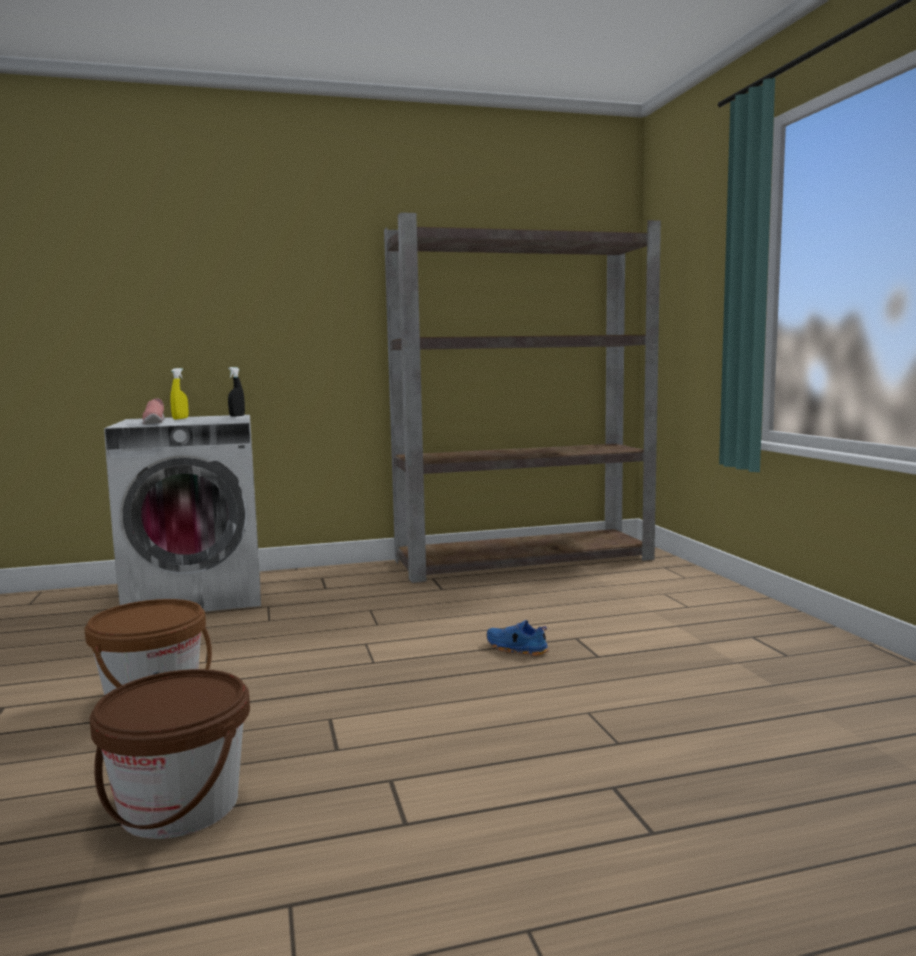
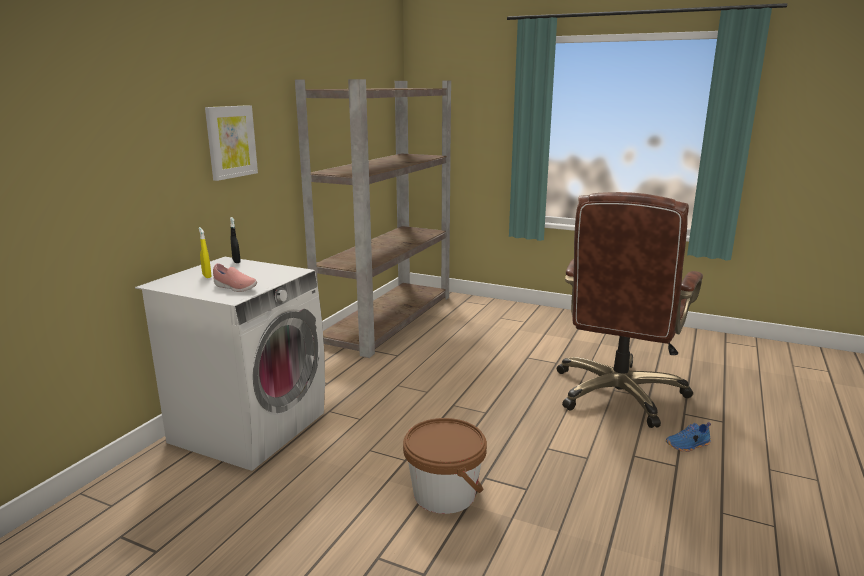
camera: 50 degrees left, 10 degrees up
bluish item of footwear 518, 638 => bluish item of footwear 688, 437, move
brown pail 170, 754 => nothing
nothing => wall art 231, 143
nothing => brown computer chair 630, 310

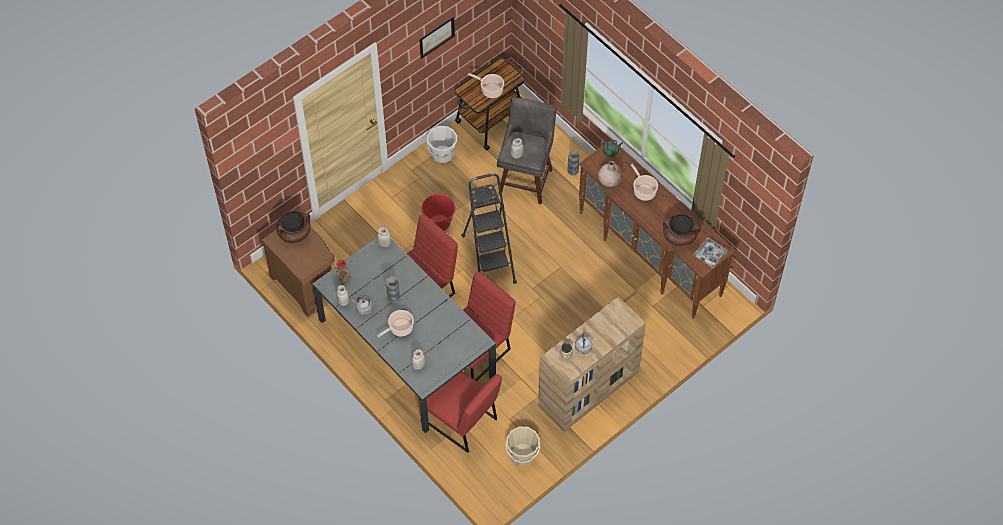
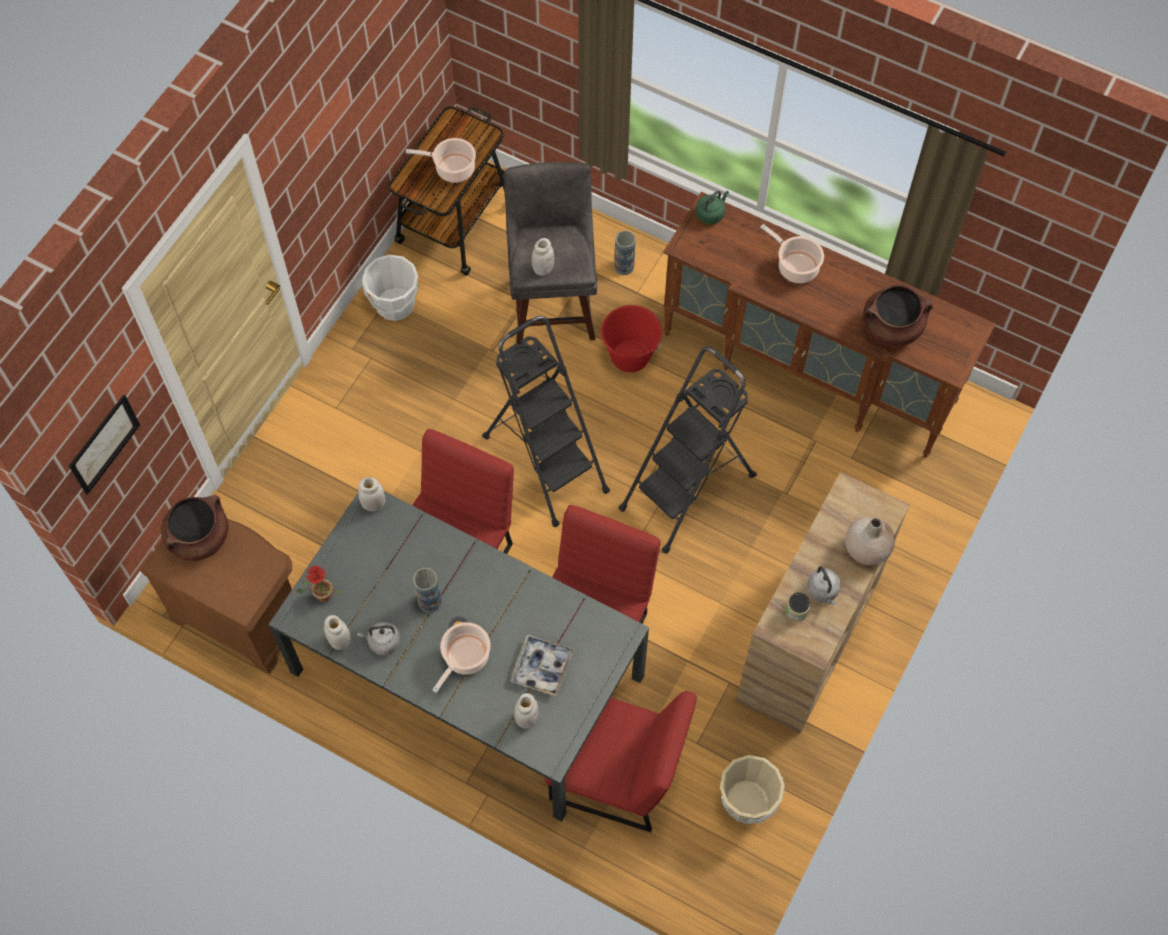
camera: 20 degrees left, 5 degrees up
wall art 437, 37 => wall art 104, 445, move
beige vase 610, 174 => beige vase 870, 541, move
red pail 438, 212 => red pail 631, 338, move
carrying tray 711, 252 => carrying tray 542, 665, move
nothing => stepladder 688, 450

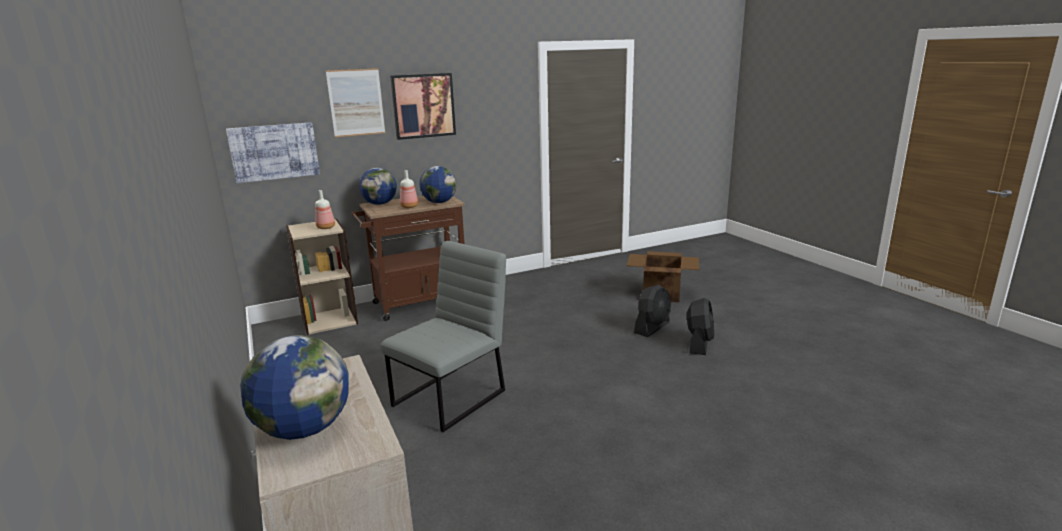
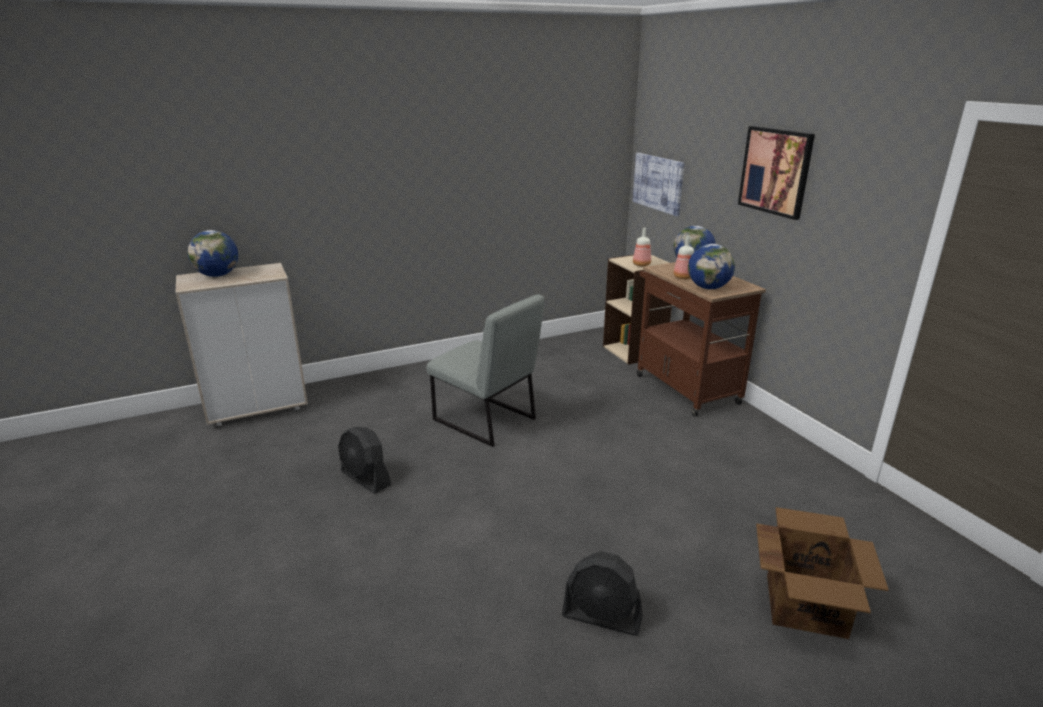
camera: 90 degrees right, 5 degrees up
wall art 355, 102 => nothing
black fan 652, 311 => black fan 364, 460, move

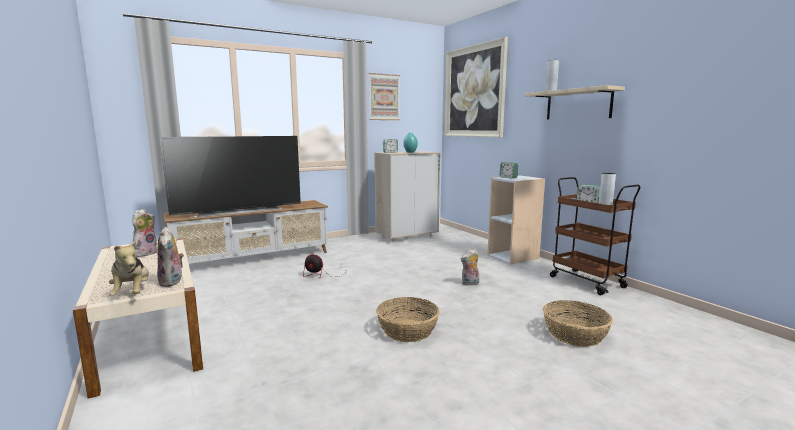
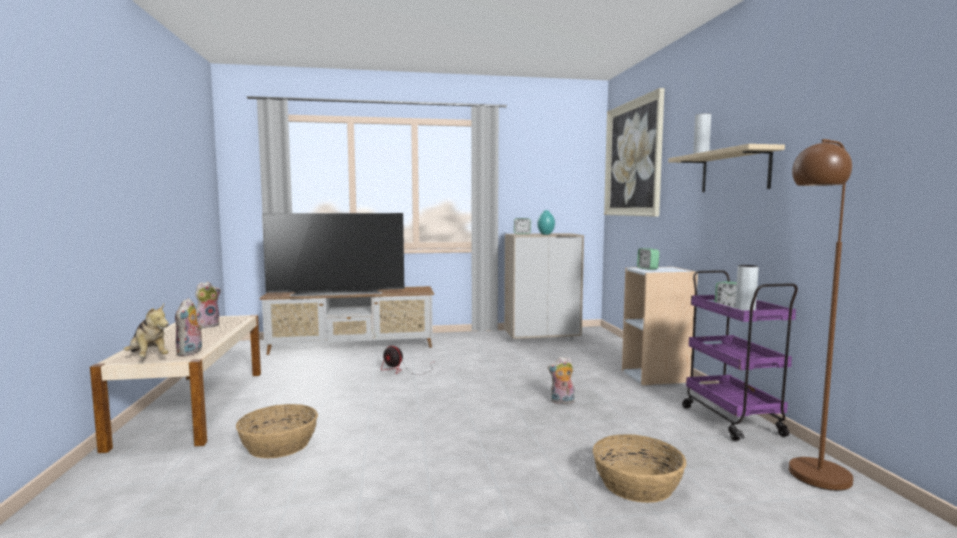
camera: 20 degrees right, 5 degrees down
wall art 384, 96 => nothing
brown wheeled cart 595, 236 => purple-coloured wheeled cart 740, 355
soft toy 129, 267 => soft toy 146, 330, 45 degrees counterclockwise
storage basket 408, 319 => storage basket 277, 431, move
nothing => brown floor lamp 821, 315

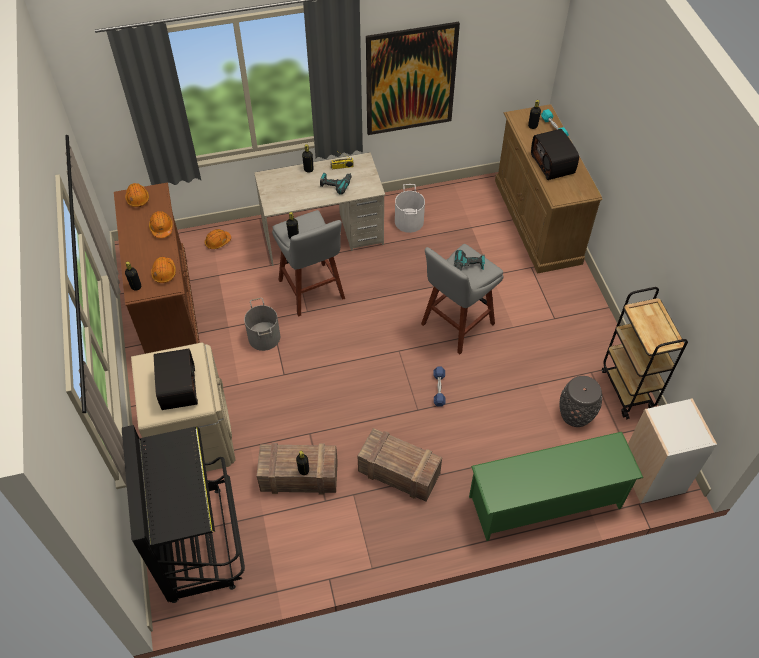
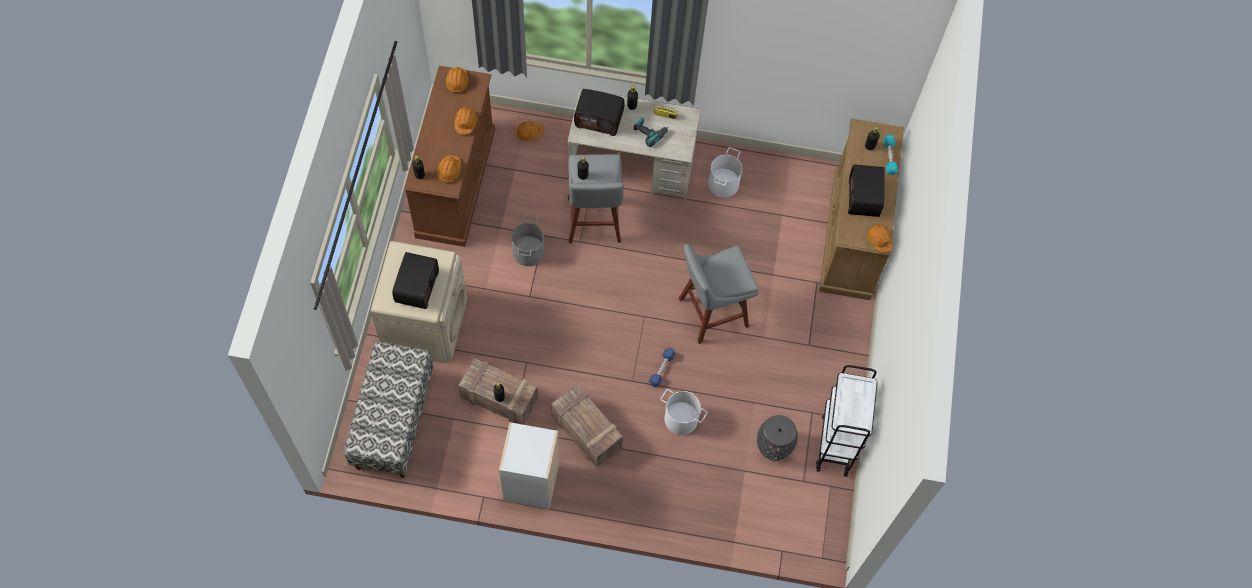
camera: 20 degrees right, 10 degrees up
wall art 413, 78 => nothing
power drill 469, 260 => nothing
brown wheeled cart 645, 353 => white wheeled cart 847, 421
shelving unit 672, 450 => shelving unit 529, 465, move
black shoe rack 183, 514 => bench 389, 410
green-coloured shoe rack 556, 486 => nothing
nothing => radio receiver 599, 112
nothing => orange-coloured safety helmet 880, 238
nothing => white pail 684, 412

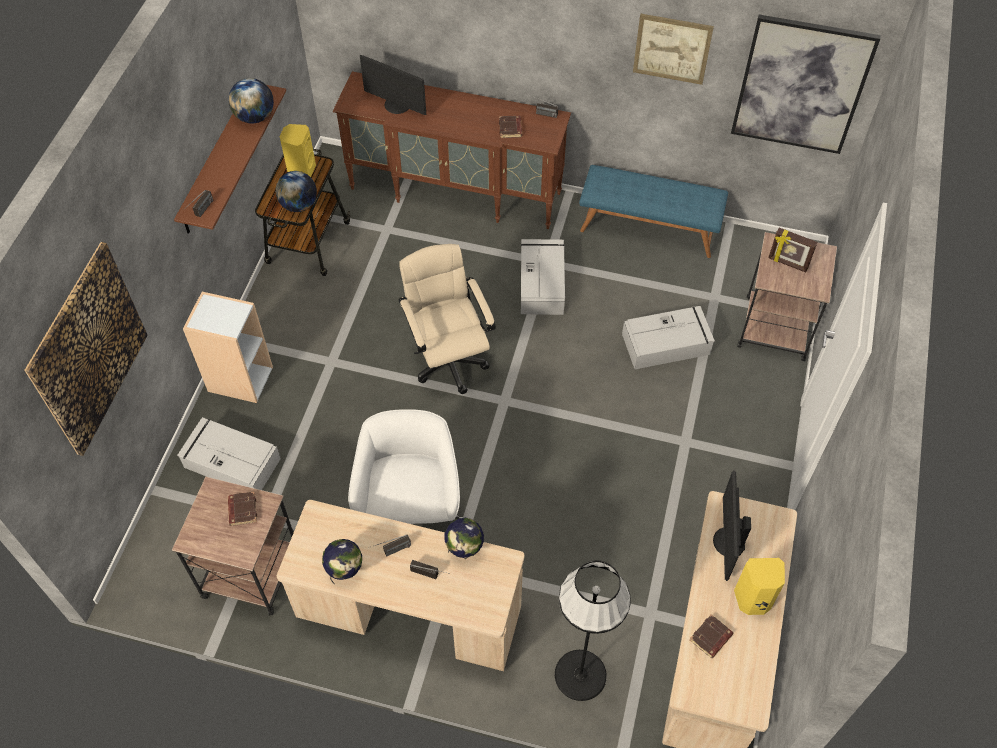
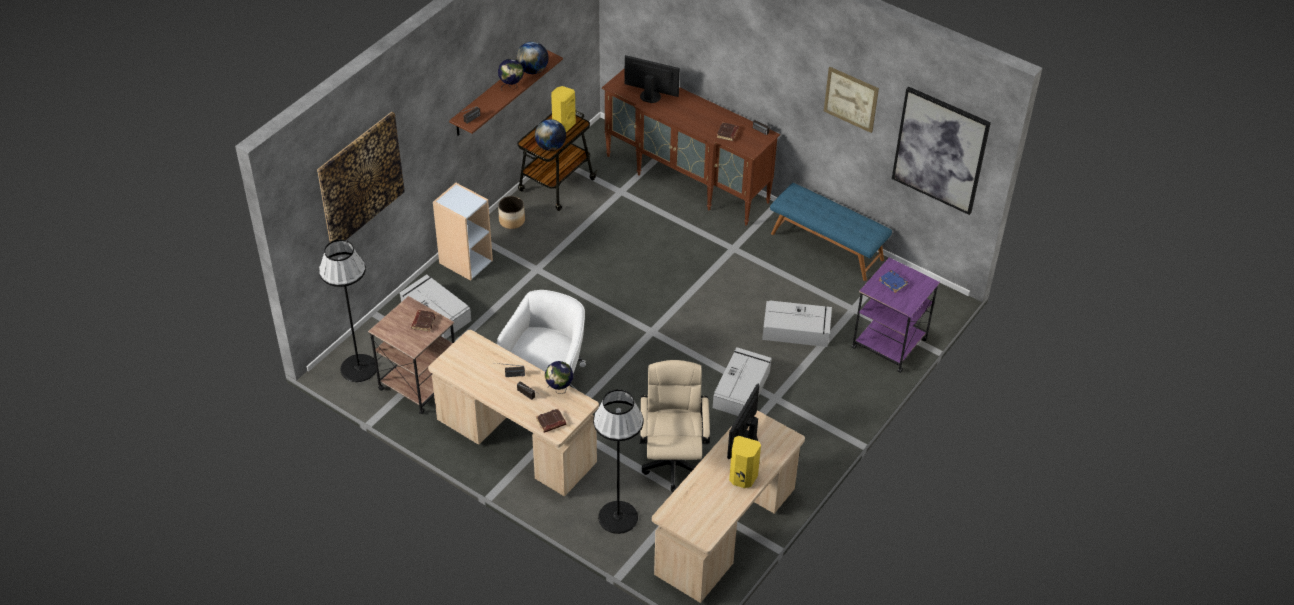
camera: 20 degrees right, 10 degrees down
monitor 393, 85 => monitor 652, 79, 150 degrees clockwise
photo frame 793, 250 => bluish bound book 893, 281
brown wheeled cart 787, 296 => purple-coloured wheeled cart 895, 315
greyish storage container 543, 277 => greyish storage container 742, 381, move
beige computer chair 447, 319 => beige computer chair 674, 426, move
globe 342, 561 => globe 511, 74, move
brown bound book 711, 636 => brown bound book 551, 421, move
nothing => planter 511, 212
nothing => black floor lamp 347, 310

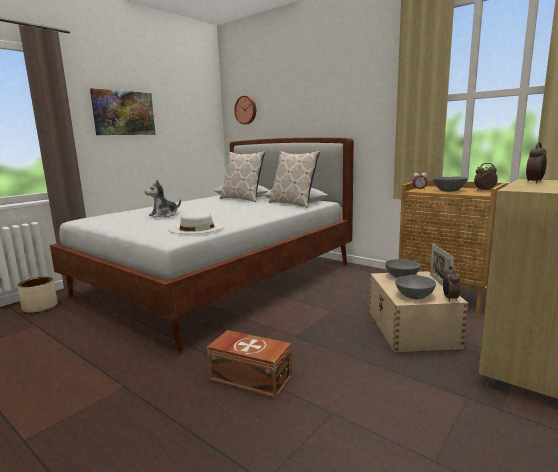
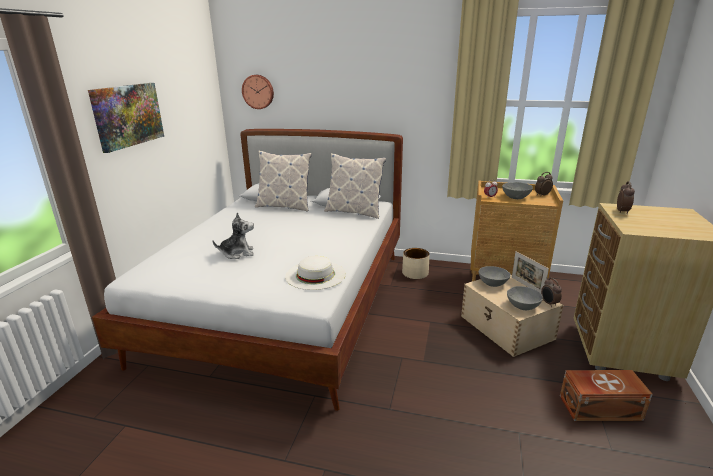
camera: 25 degrees left, 10 degrees up
soft toy 163, 199 => soft toy 233, 235, 135 degrees counterclockwise
beige planter 37, 295 => beige planter 416, 263, move
brown storage container 249, 364 => brown storage container 606, 395, move

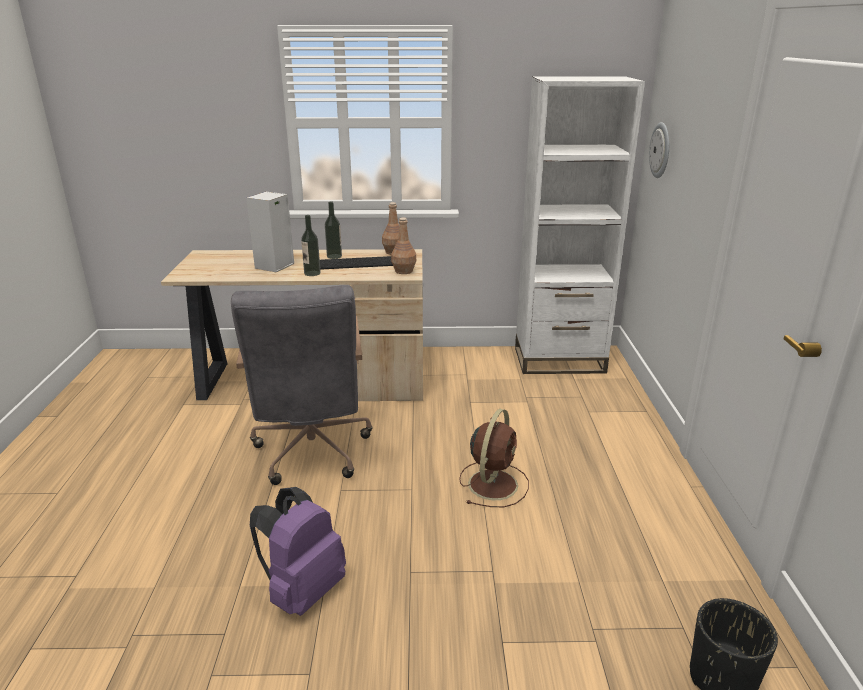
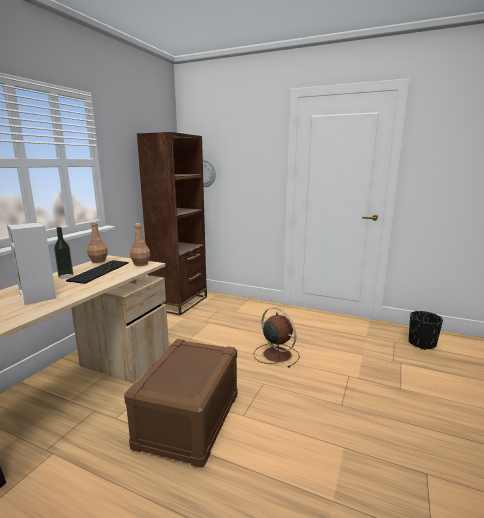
camera: 65 degrees left, 10 degrees down
white shelving unit 580, 225 => brown shelving unit 172, 224
bottle 311, 245 => nothing
greyish computer chair 302, 385 => brown storage container 180, 403
purple-coloured backpack 298, 551 => nothing

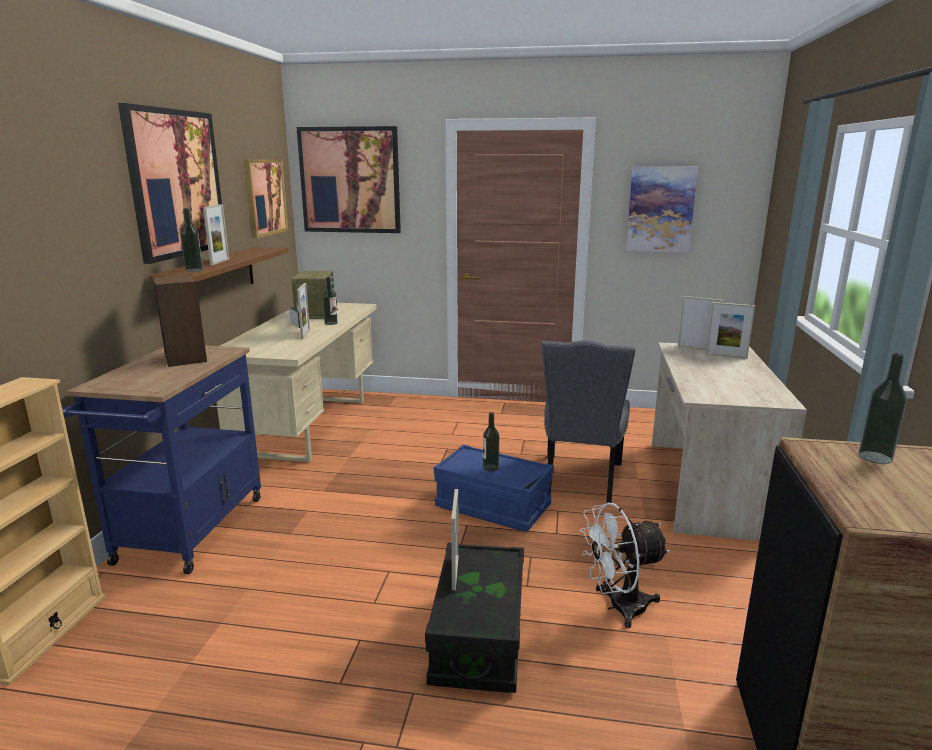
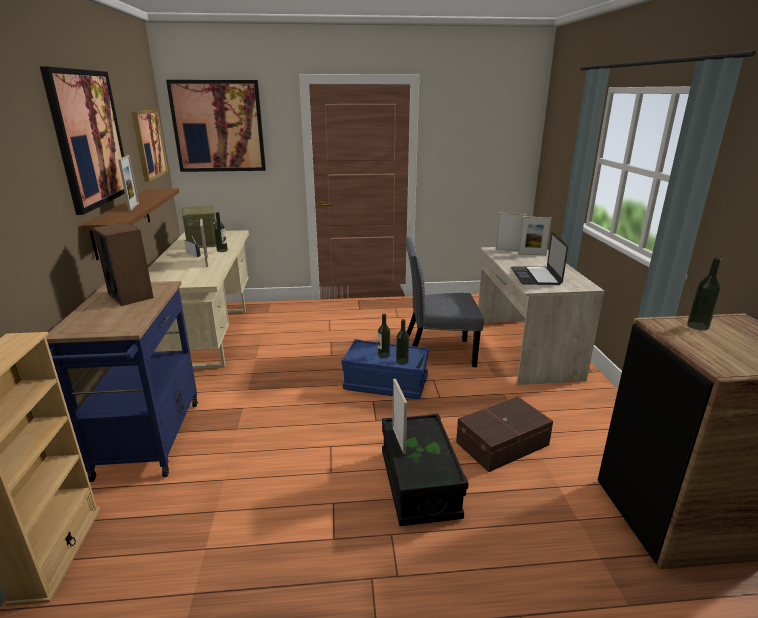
camera: 15 degrees left, 5 degrees up
wall art 662, 209 => nothing
bottle 191, 240 => bottle 402, 342, move
greyish plain chair 589, 421 => greyish plain chair 444, 302, 90 degrees clockwise
white fan 624, 565 => brown storage container 504, 434
nothing => portable computer 539, 258

